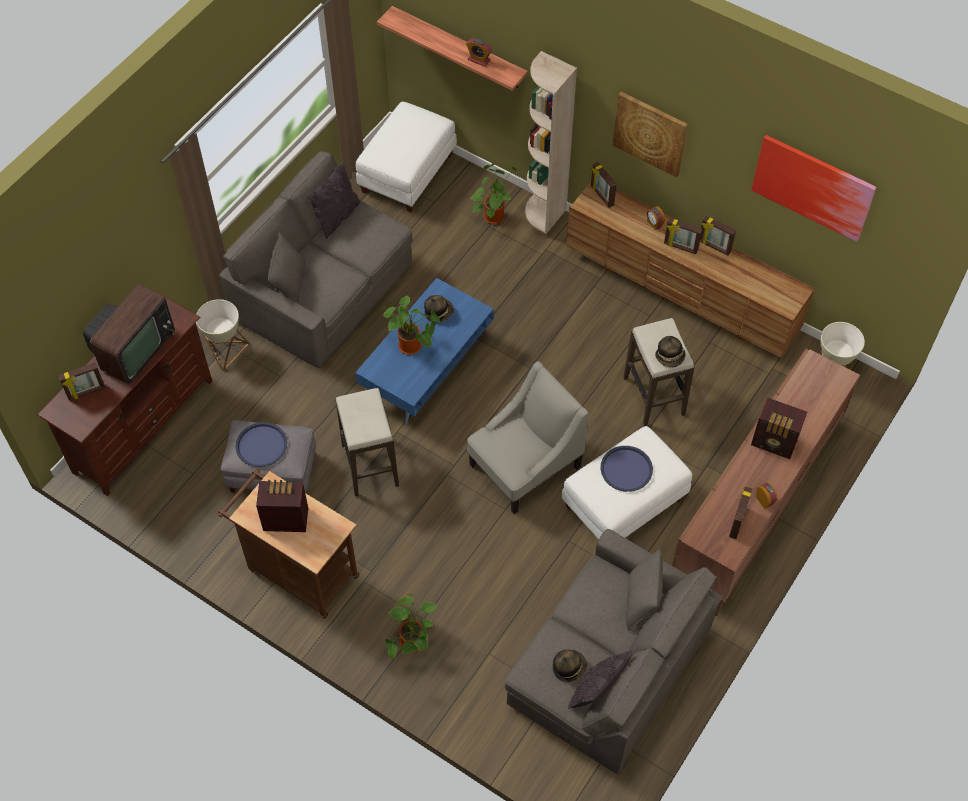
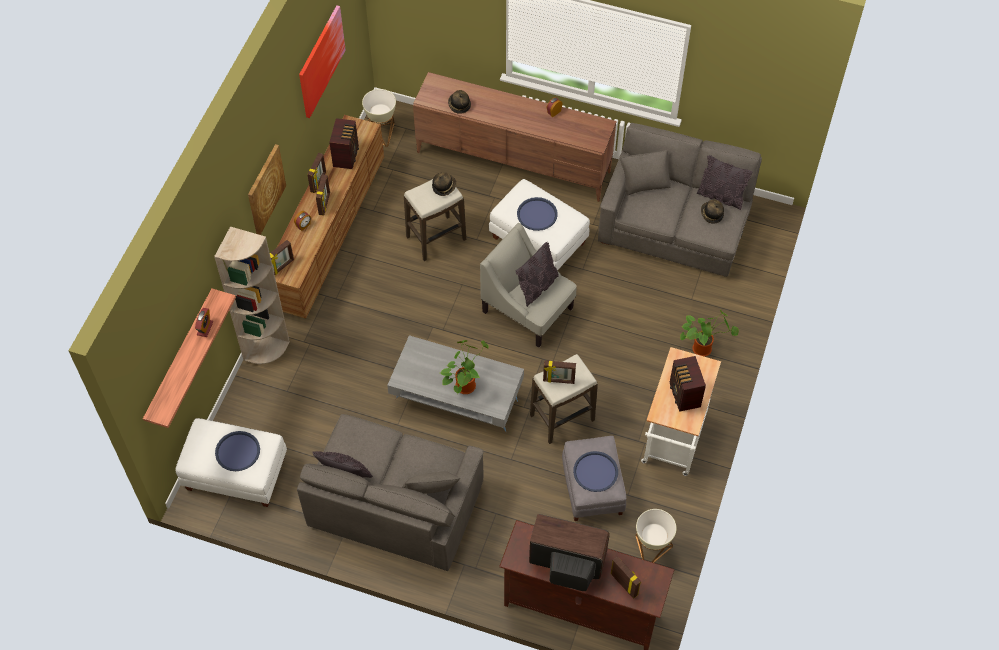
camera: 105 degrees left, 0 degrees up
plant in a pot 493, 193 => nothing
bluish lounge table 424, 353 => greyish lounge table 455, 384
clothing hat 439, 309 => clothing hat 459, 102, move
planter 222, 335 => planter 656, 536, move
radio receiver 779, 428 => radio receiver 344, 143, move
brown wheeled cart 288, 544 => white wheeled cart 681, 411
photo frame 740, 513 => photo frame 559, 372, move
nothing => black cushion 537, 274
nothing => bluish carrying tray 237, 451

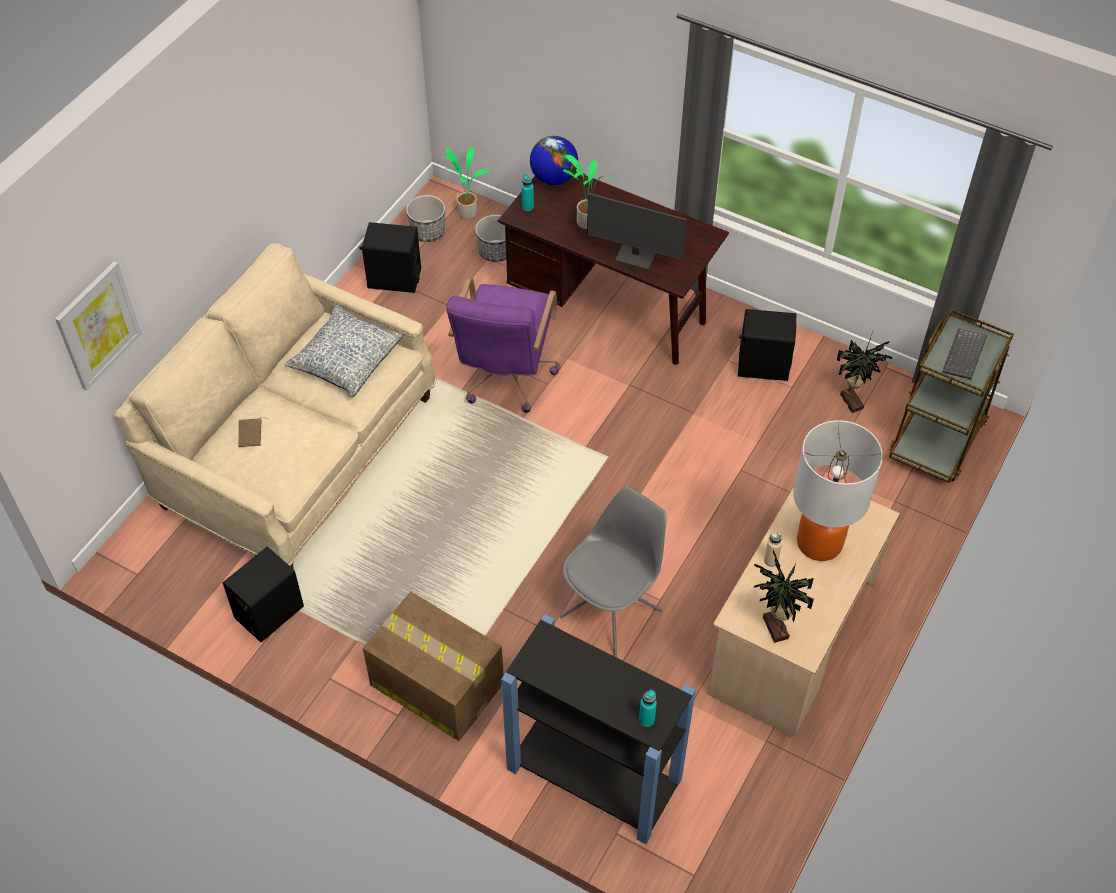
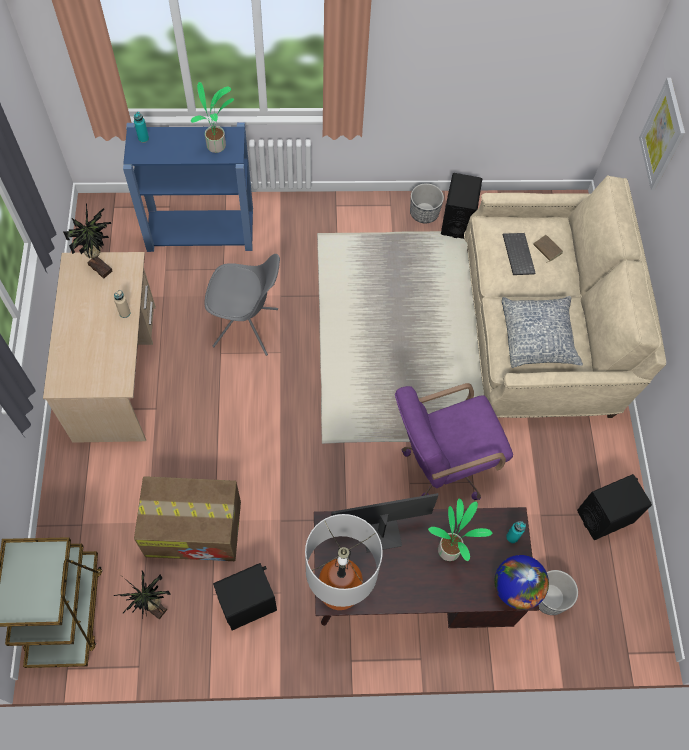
camera: 145 degrees right, 10 degrees up
plant in a pot 466, 183 => plant in a pot 212, 117, move
planter 425, 218 => planter 427, 203, move
purple-coloured computer chair 503, 345 => purple-coloured computer chair 454, 441, 90 degrees counterclockwise
computer keyboard 964, 353 => computer keyboard 519, 254, move
table lamp 838, 490 => table lamp 344, 562, move
greyish plain chair 612, 572 => greyish plain chair 242, 305, 90 degrees counterclockwise
carton 433, 666 => carton 187, 518, move
black shelving unit 598, 729 => bluish shelving unit 188, 187

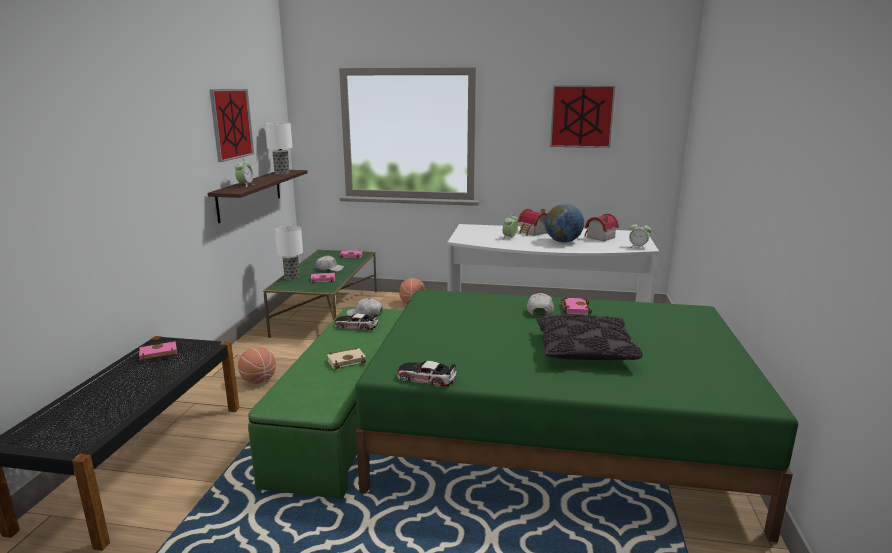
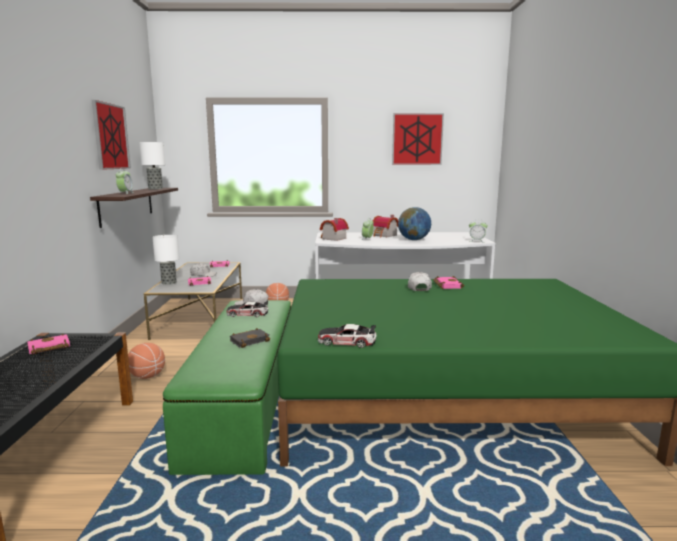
camera: 10 degrees left, 5 degrees down
model house 601, 227 => model house 334, 229, move
green-coloured lounge table 320, 294 => greyish lounge table 193, 301
black cushion 589, 337 => nothing
beige bound book 346, 358 => black bound book 250, 338

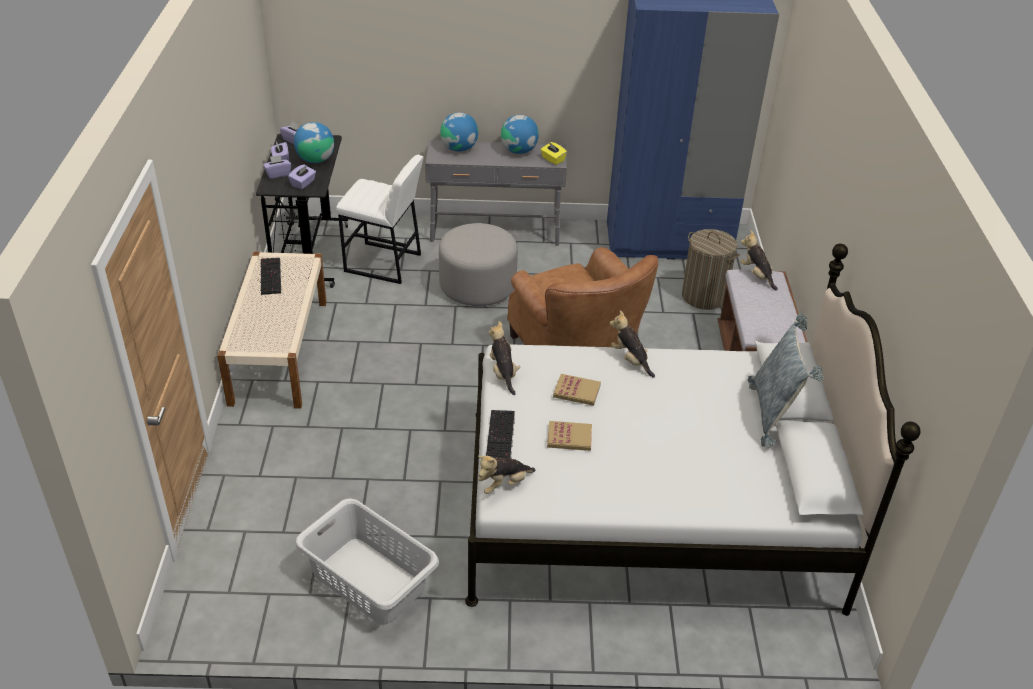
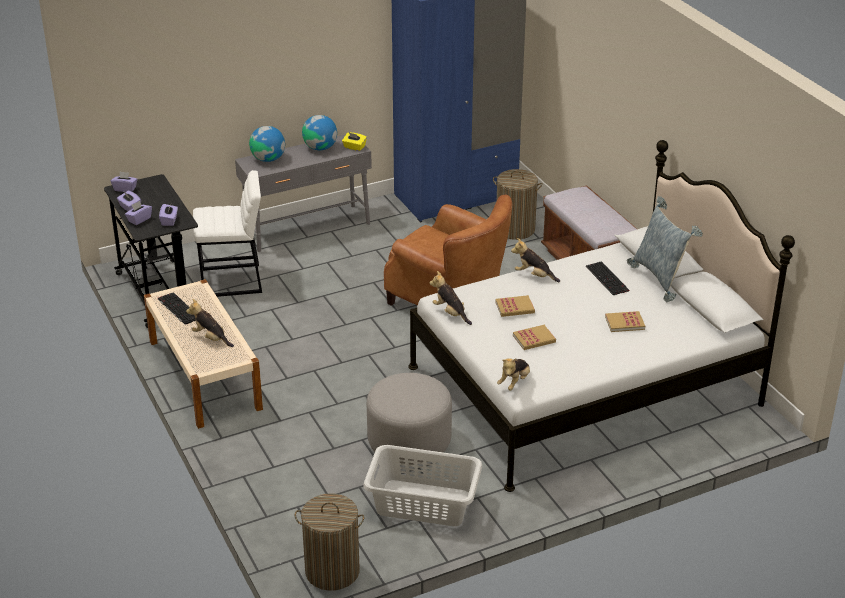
camera: 25 degrees left, 5 degrees down
globe 314, 142 => nothing
greyish ottoman 478, 264 => greyish ottoman 409, 419, move
soft toy 759, 261 => soft toy 210, 323, move
computer keyboard 500, 434 => computer keyboard 607, 278, move
nothing => bound book 625, 321
nothing => laundry basket 329, 542

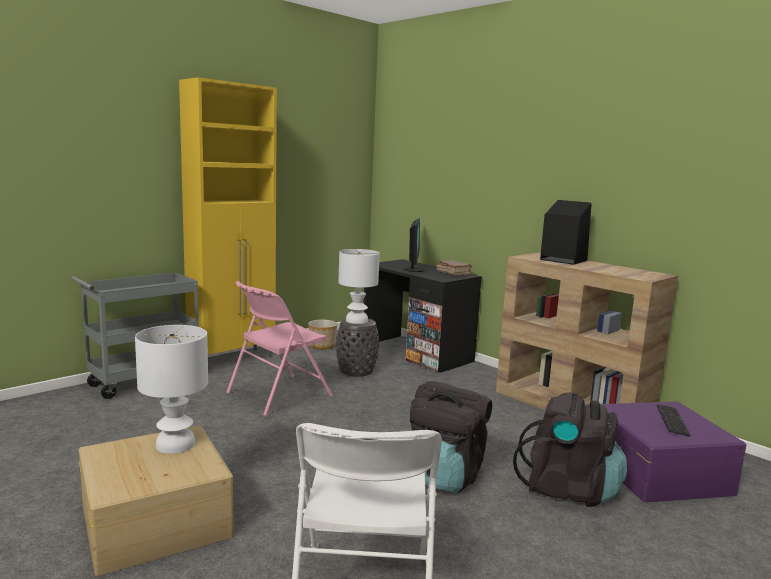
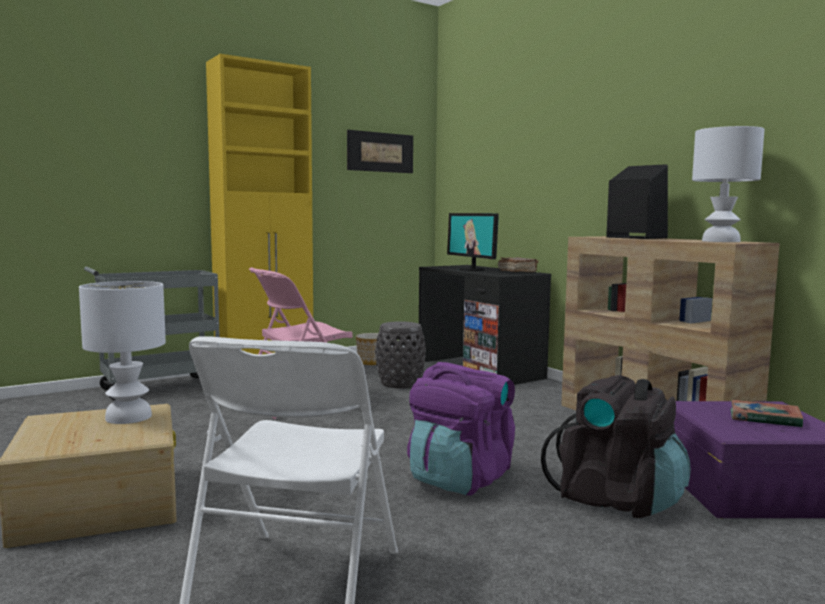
camera: 10 degrees right, 5 degrees down
monitor 414, 245 => monitor 473, 242, 135 degrees clockwise
white table lamp 359, 286 => white table lamp 728, 184, move
black backpack 451, 437 => purple-coloured backpack 461, 429
computer keyboard 674, 420 => bound book 766, 414
nothing => wall art 380, 151

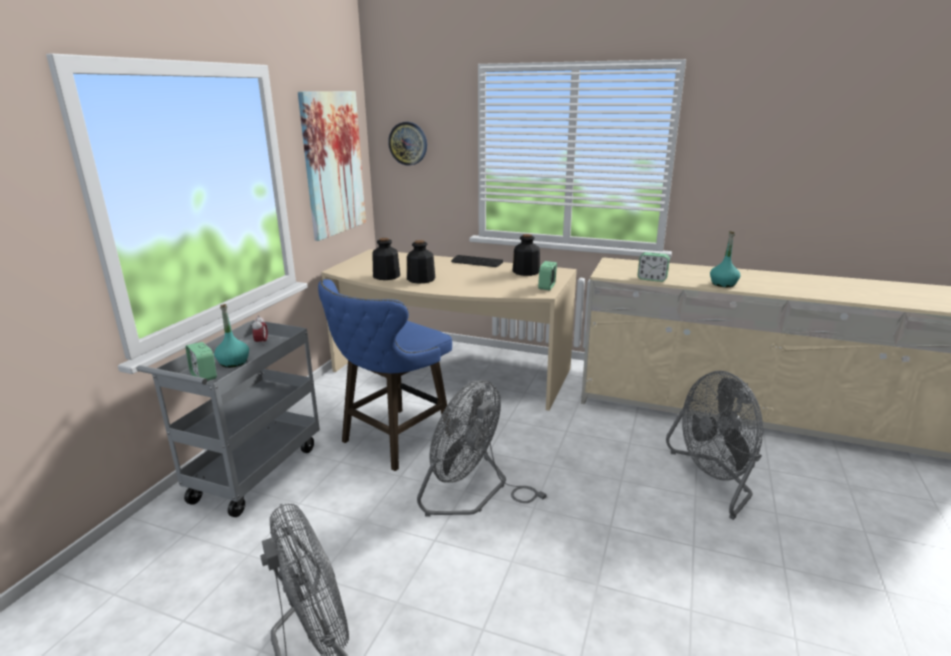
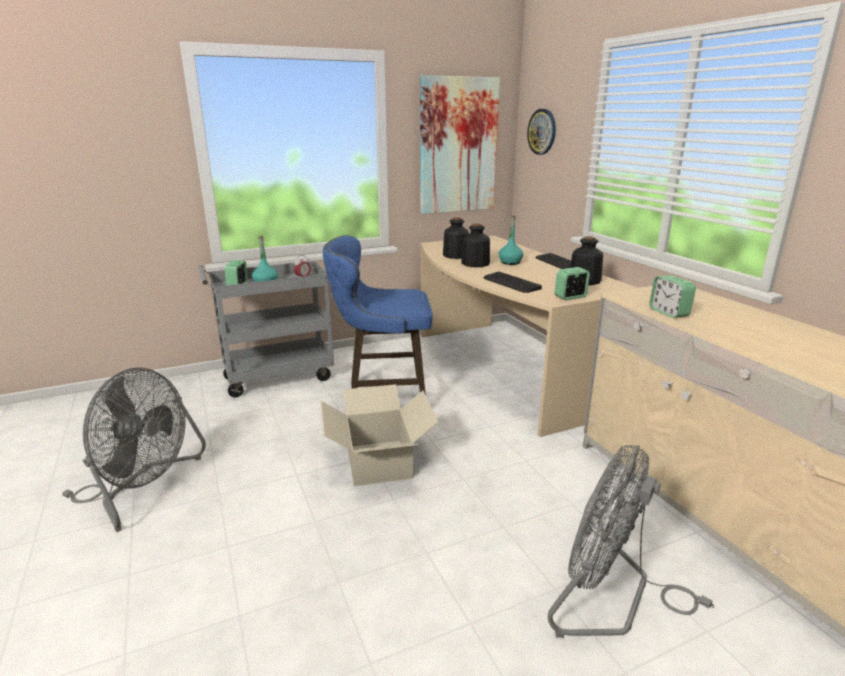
camera: 45 degrees right, 0 degrees up
turquoise bottle 725, 259 => turquoise bottle 511, 240, move
greyish fan 482, 448 => carton 379, 435
nothing => computer keyboard 513, 282

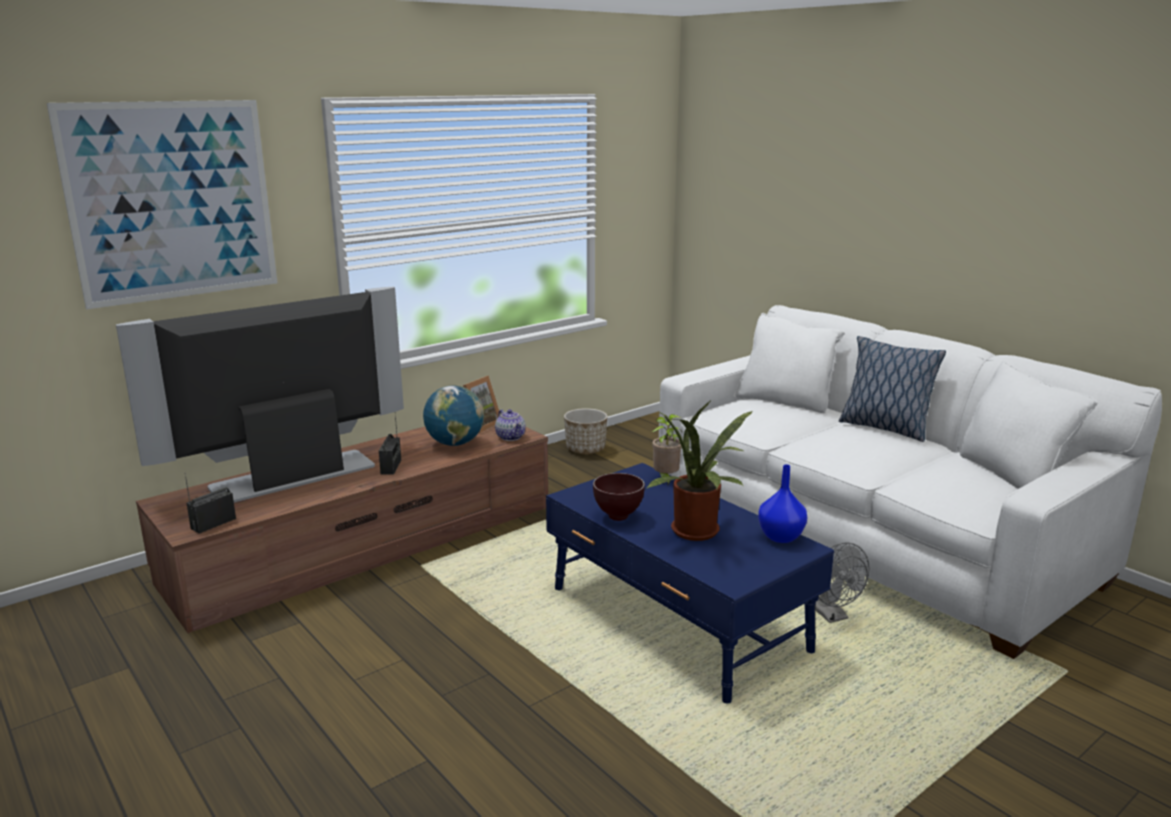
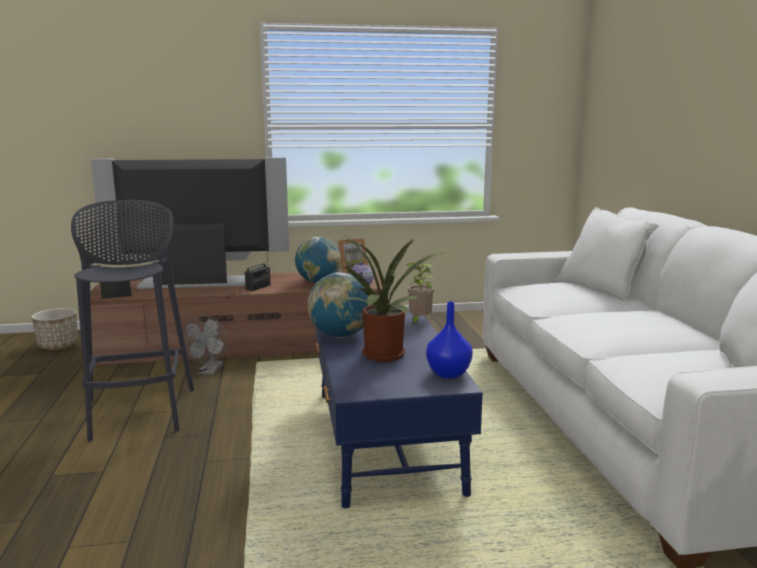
camera: 30 degrees right, 5 degrees down
wall art 162, 204 => nothing
cushion 892, 389 => nothing
planter 586, 431 => planter 54, 329, move
brown deep dish 619, 497 => globe 338, 305
greyish fan 842, 582 => greyish fan 205, 345, move
nothing => greyish stool 132, 321

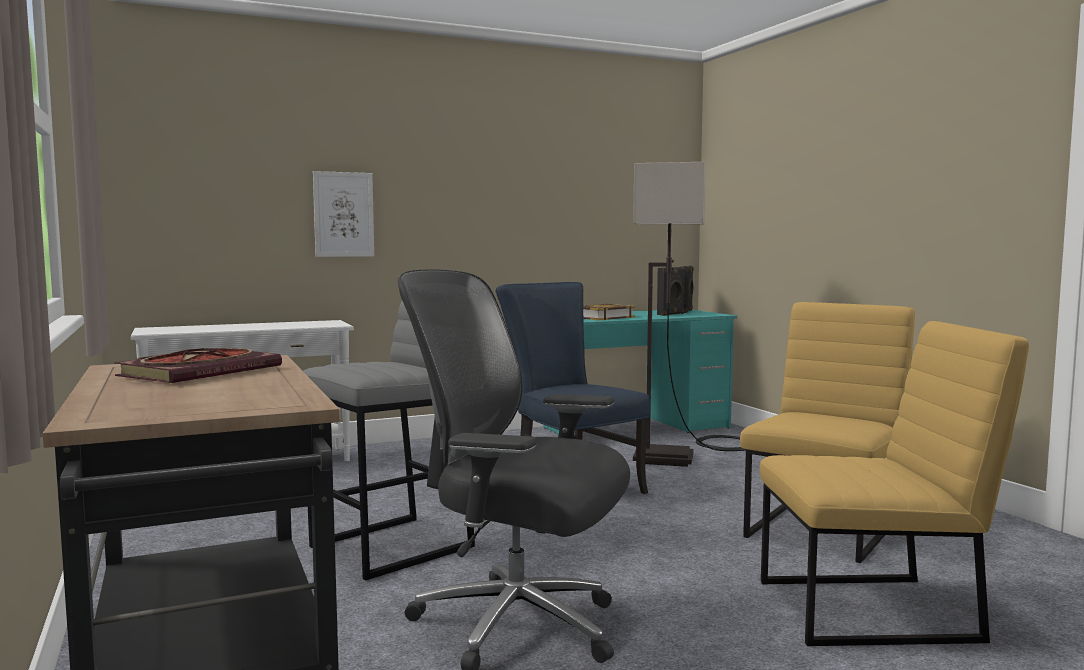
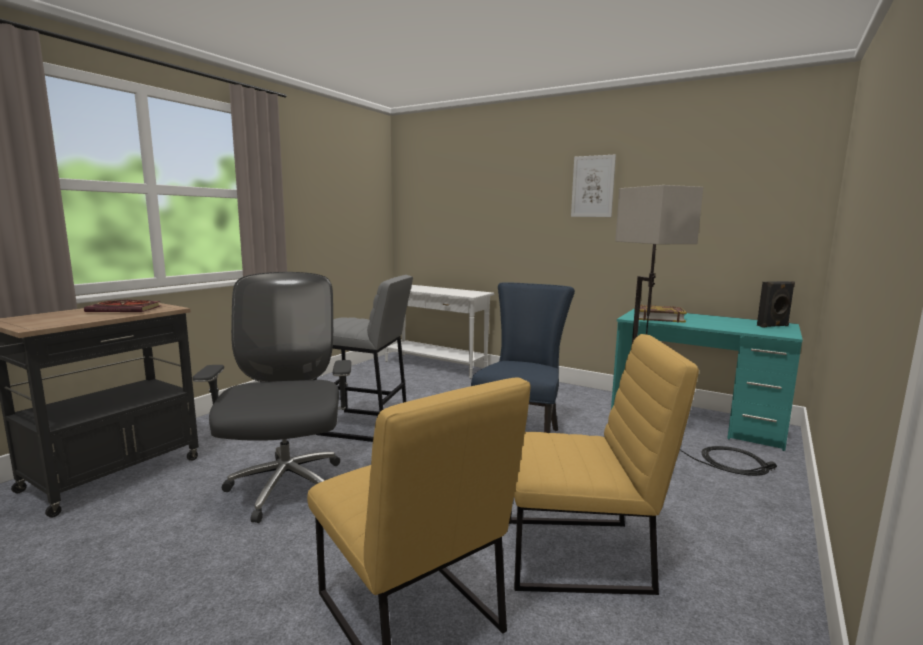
camera: 55 degrees right, 5 degrees up
wall art 343, 214 => wall art 593, 185, move
black loudspeaker 671, 291 => nothing

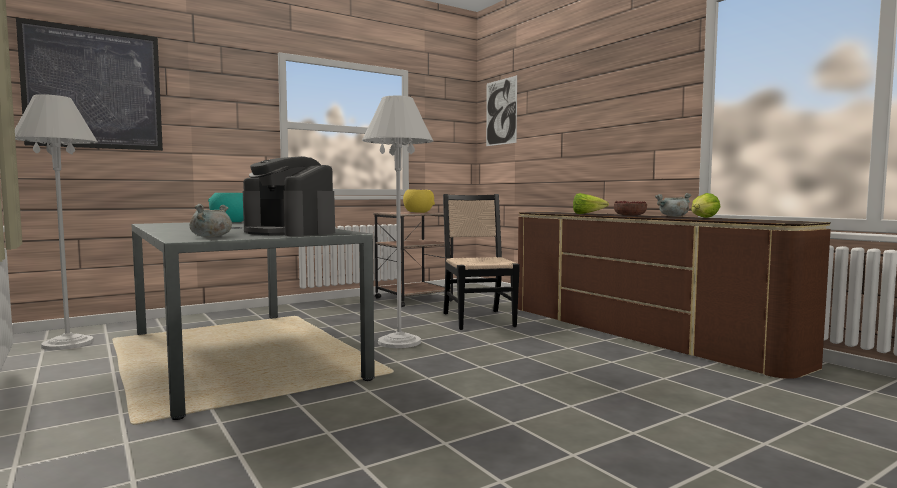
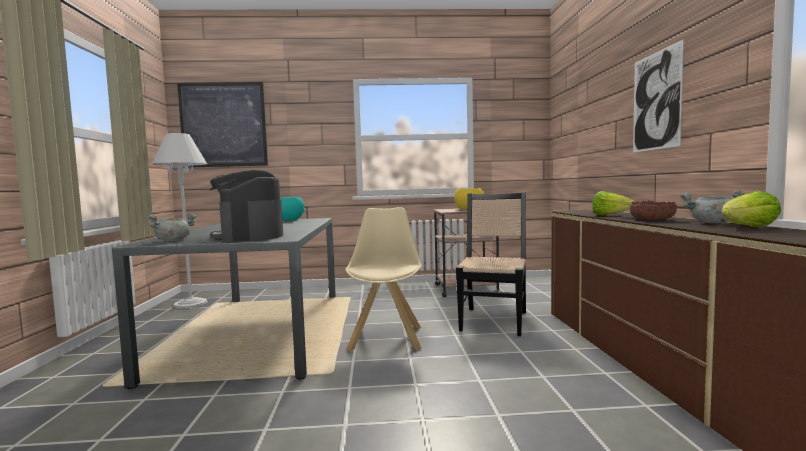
camera: 30 degrees right, 0 degrees up
wall art 501, 110 => wall art 658, 95, move
white floor lamp 397, 222 => beige plain chair 383, 279

